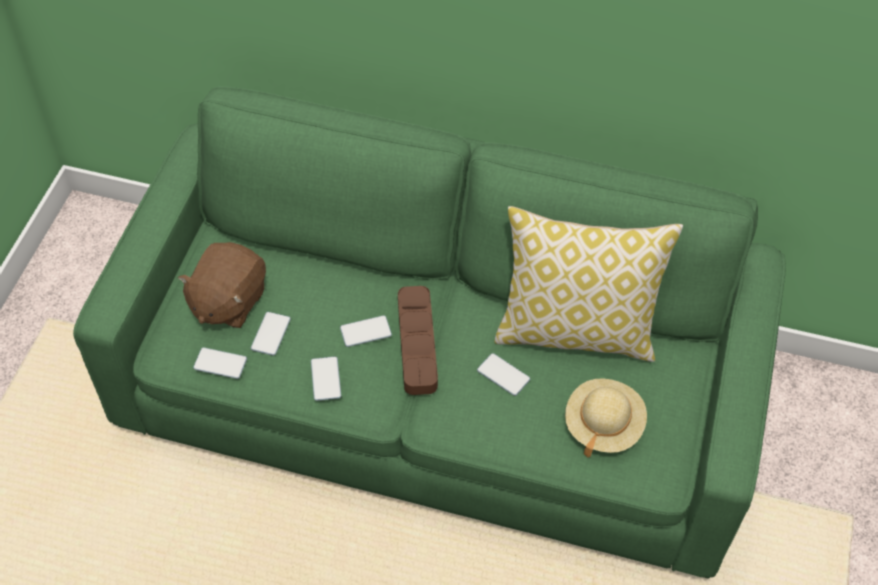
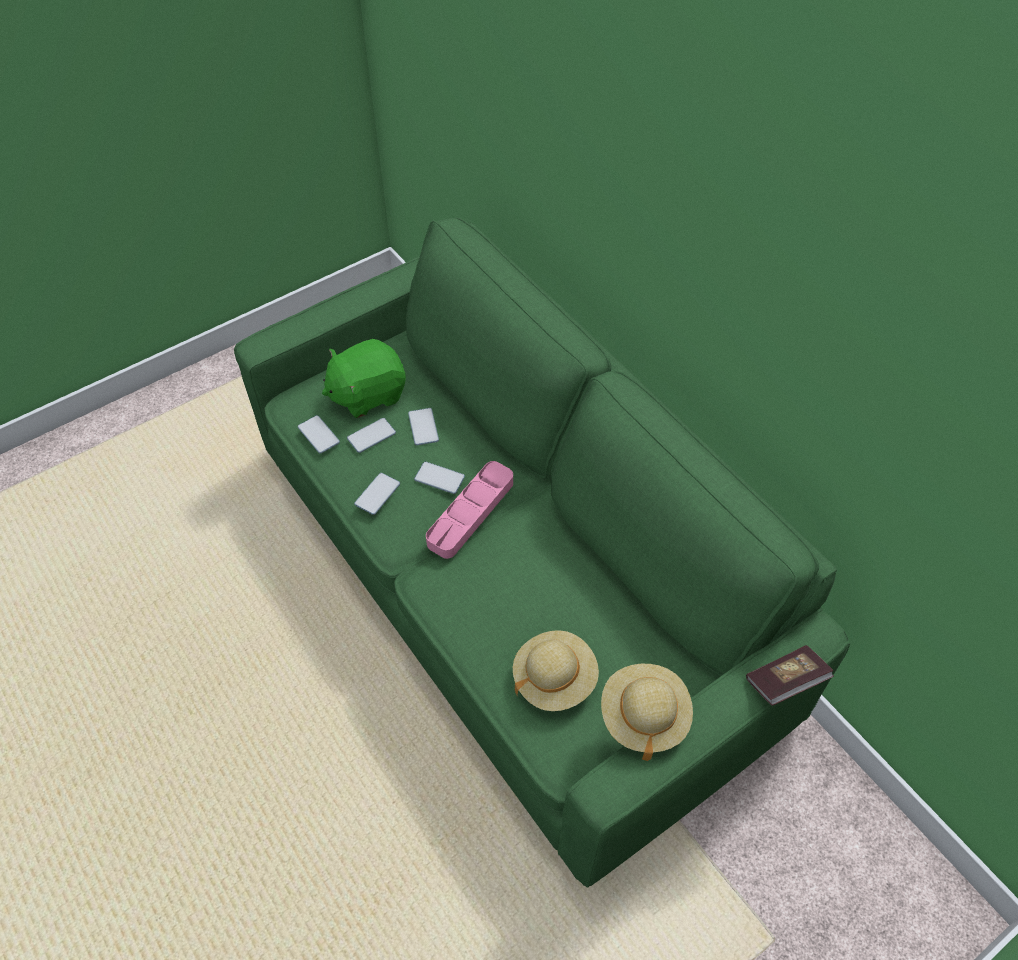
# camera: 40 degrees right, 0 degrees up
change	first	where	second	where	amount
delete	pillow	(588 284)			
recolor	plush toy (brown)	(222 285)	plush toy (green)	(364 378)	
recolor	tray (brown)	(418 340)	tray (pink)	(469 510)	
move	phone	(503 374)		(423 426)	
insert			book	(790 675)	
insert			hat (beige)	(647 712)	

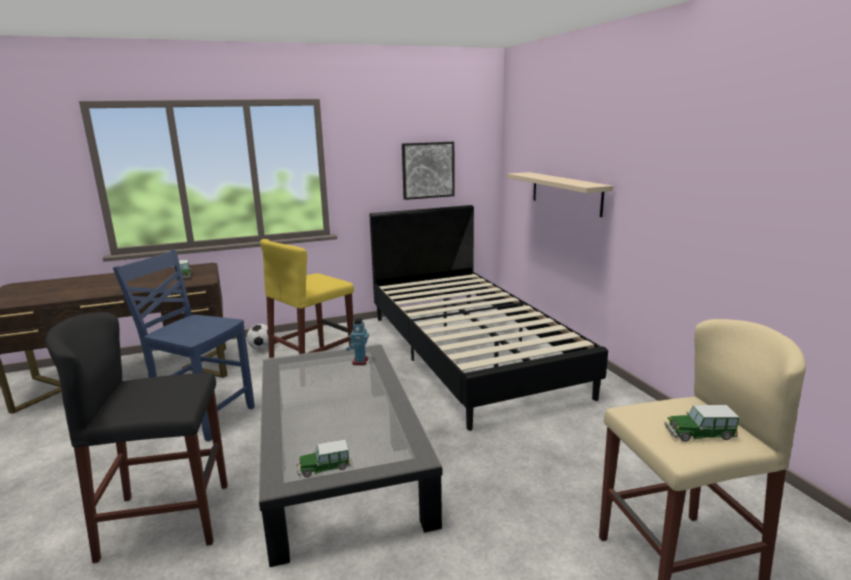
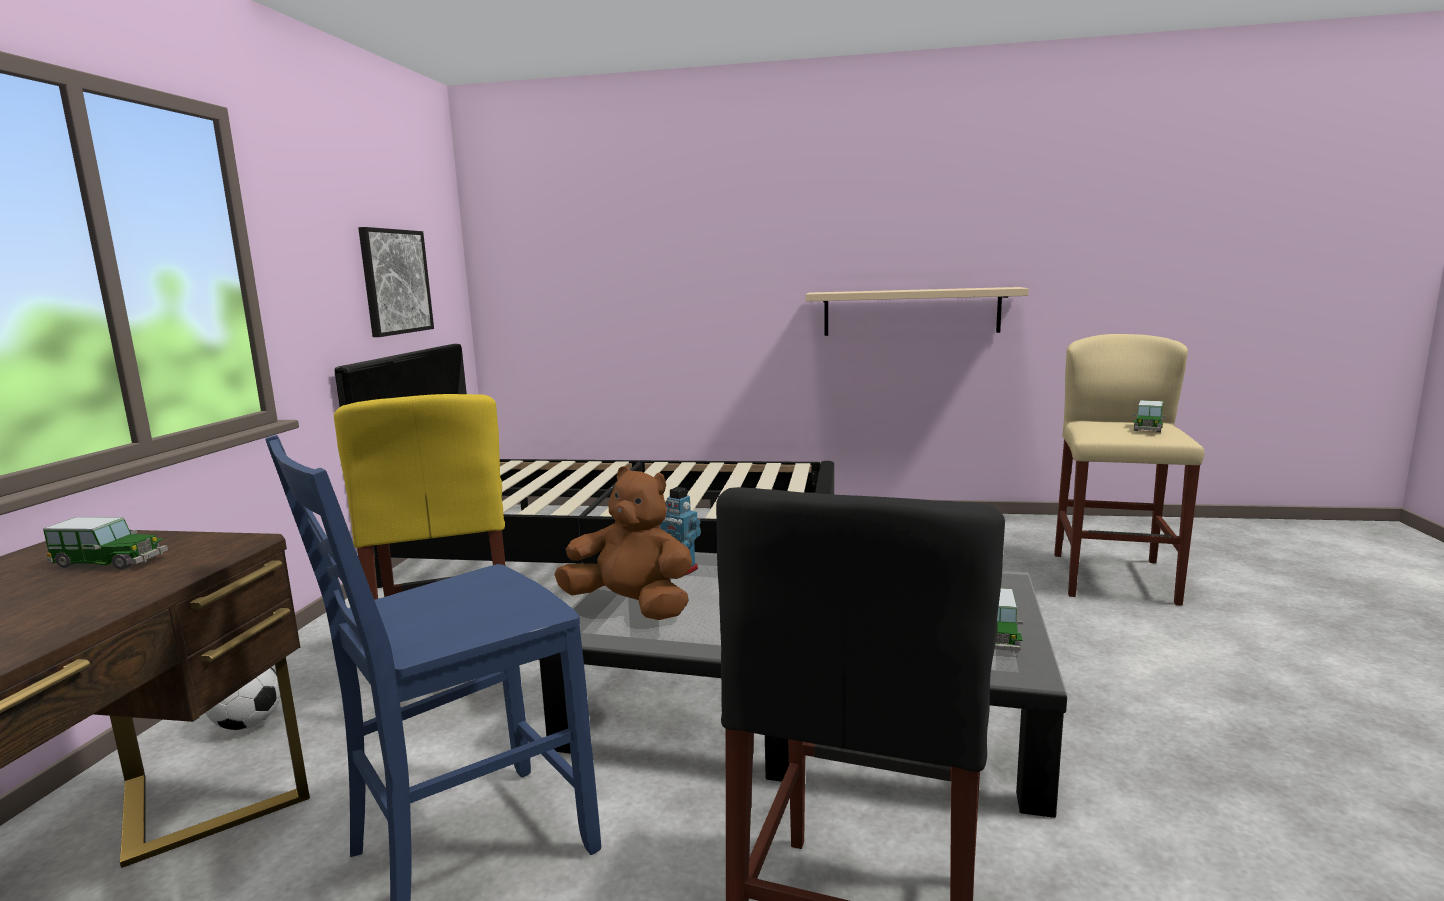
# camera: 60 degrees left, 5 degrees down
change	first	where	second	where	amount
move	shelf (beige)	(560 194)		(917 311)	
insert			plush toy (brown)	(623 543)	

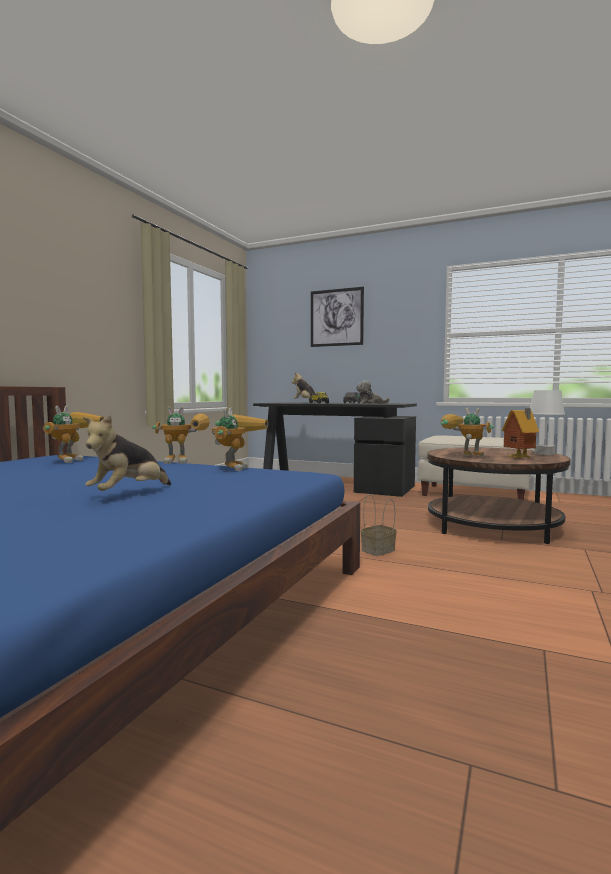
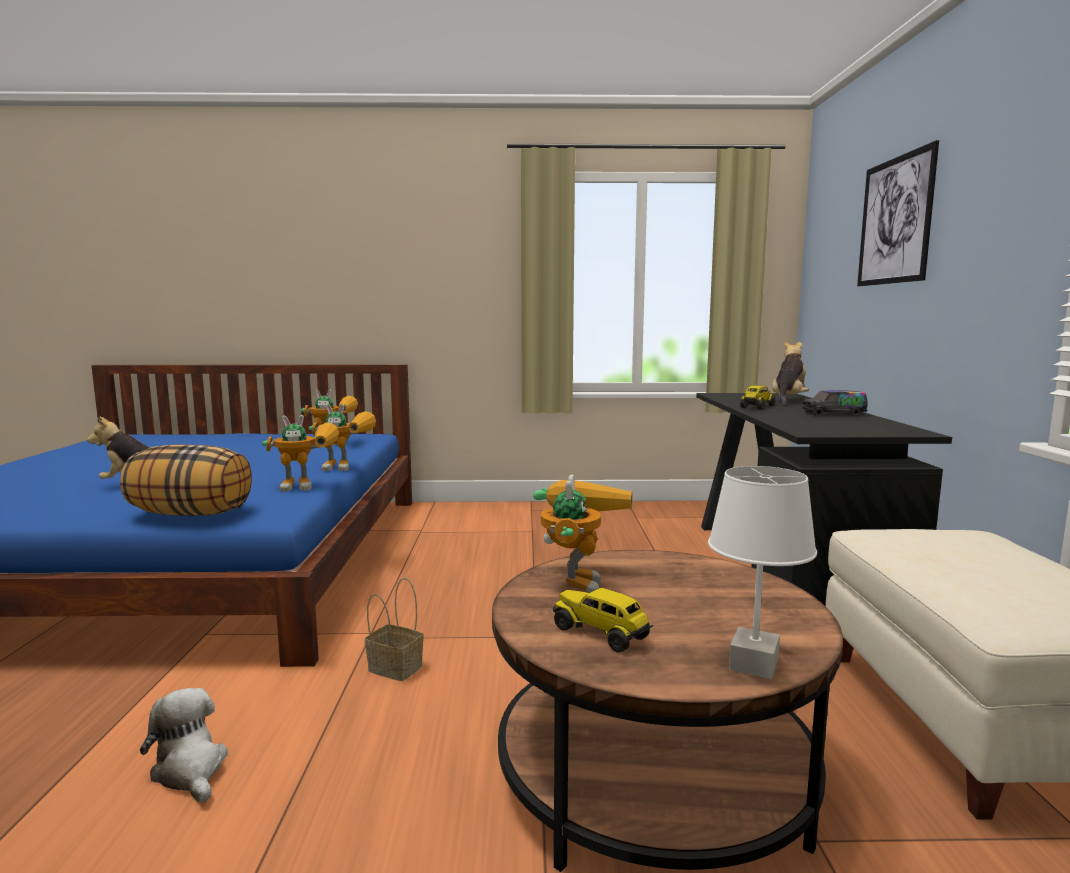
# camera: 65 degrees right, 5 degrees up
change	first	where	second	where	amount
move	plush toy	(373 392)		(184 745)	
rotate	toy robot	(181 435)		(342 437)	60 degrees counterclockwise
replace	toy house	(520 433)	toy truck	(603 620)	
insert			pillow	(186 480)	

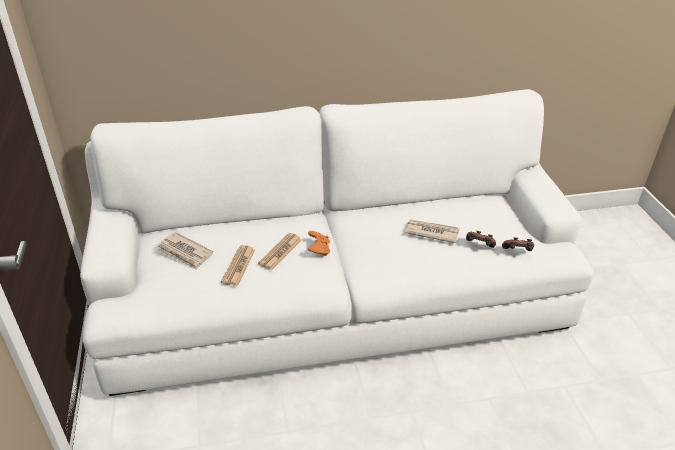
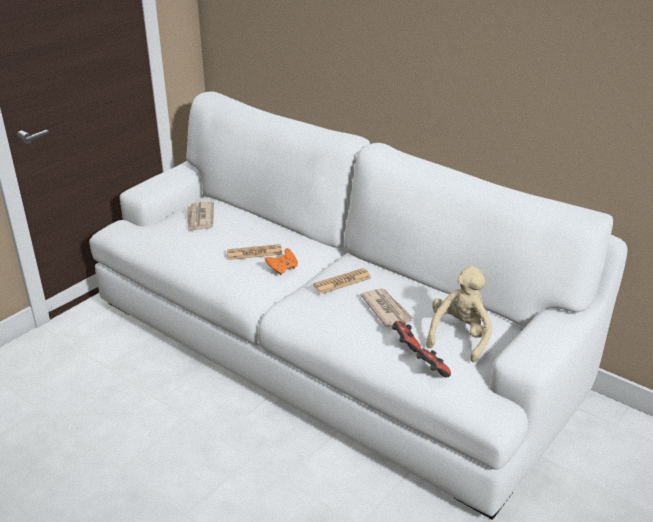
# camera: 50 degrees right, 5 degrees down
change	first	where	second	where	amount
move	newspaper	(238 265)		(342 281)	
insert			plush toy (beige)	(459 314)	

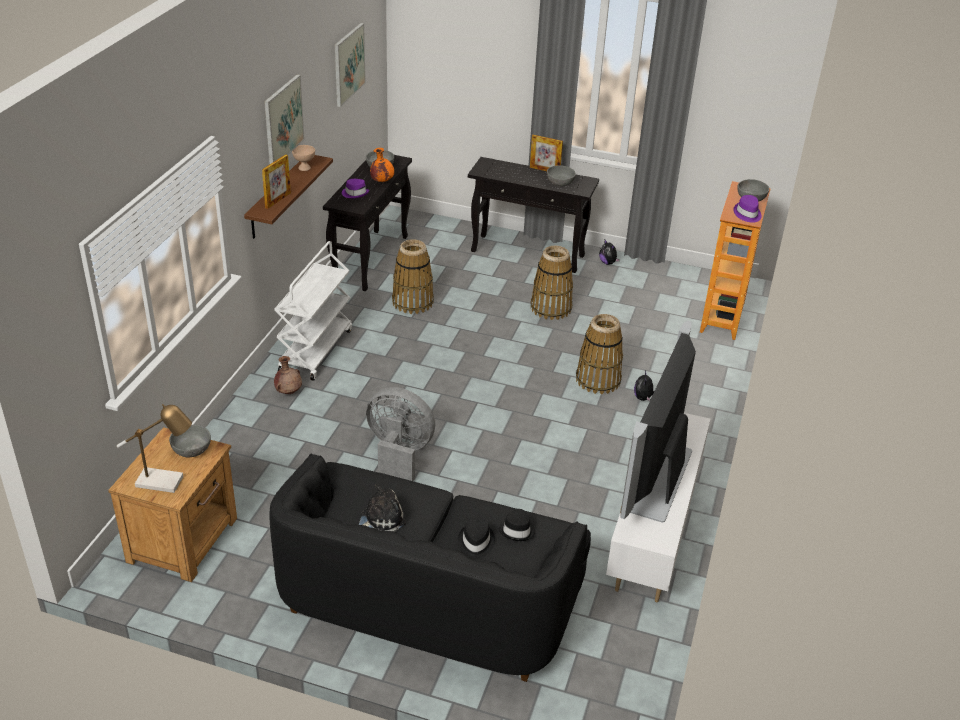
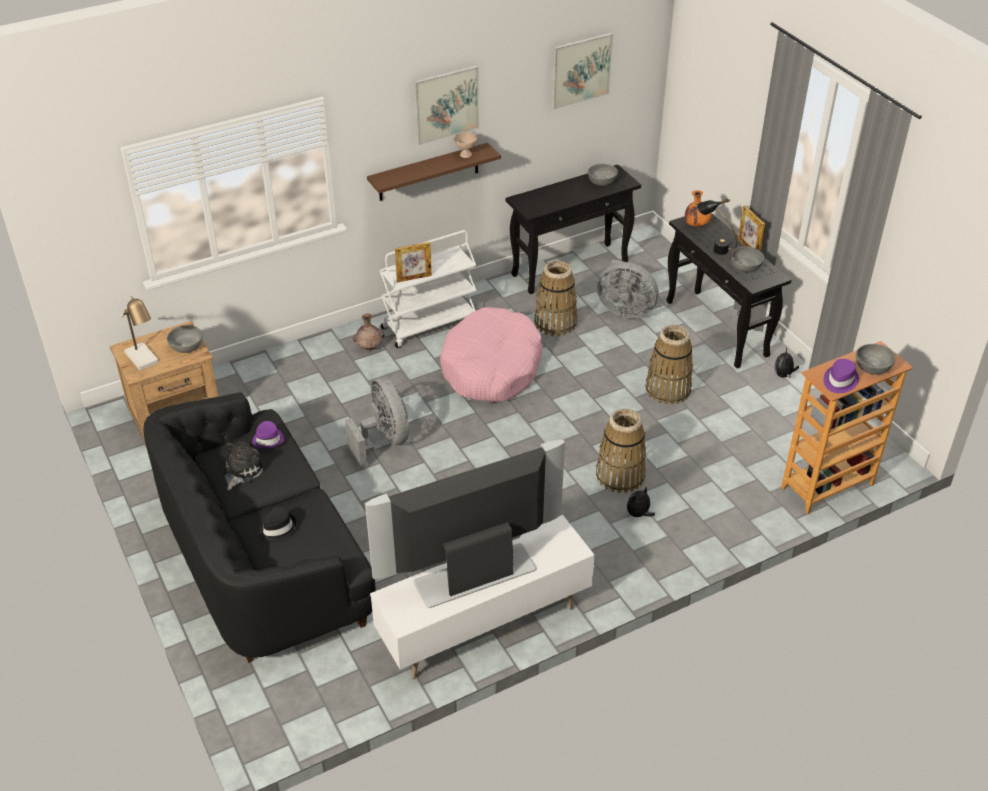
# camera: 45 degrees right, 5 degrees up
change	first	where	second	where	amount
move	vase (orange)	(382 165)		(698 208)	
move	picture frame	(276 181)		(413 262)	
move	hat (purple)	(355 188)		(268 434)	
rotate	plush toy	(382 507)		(244 465)	75 degrees counterclockwise
delete	hat (black)	(517 525)			
insert			table lamp (black)	(717 226)	
insert			fan (grey)	(628 288)	
insert			dog bed (pink)	(491 354)	

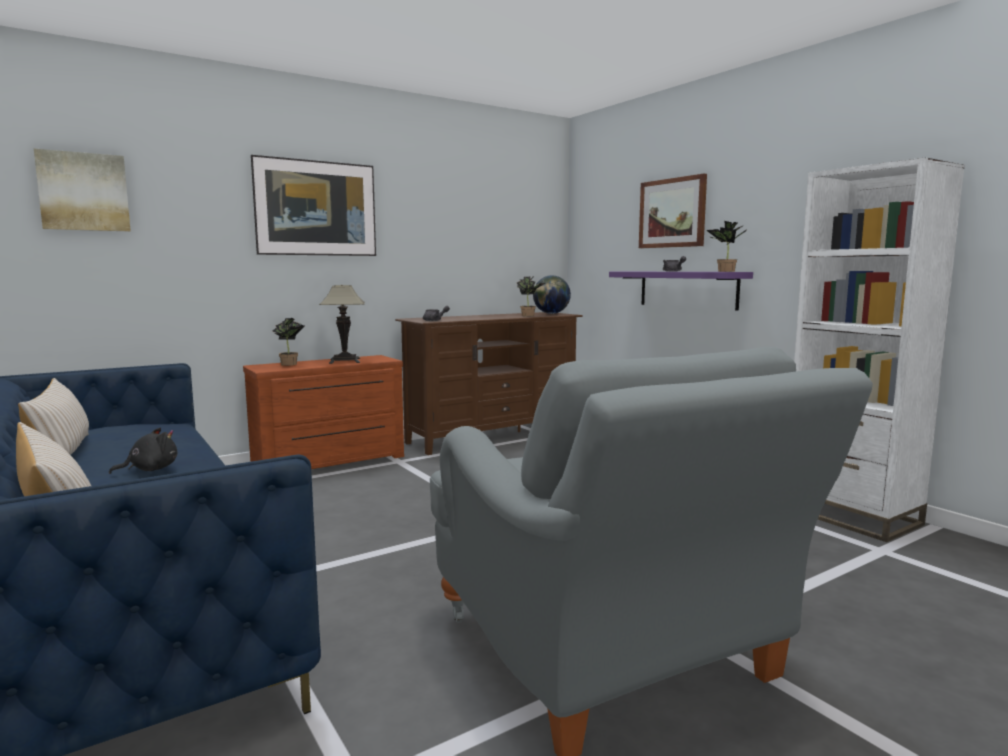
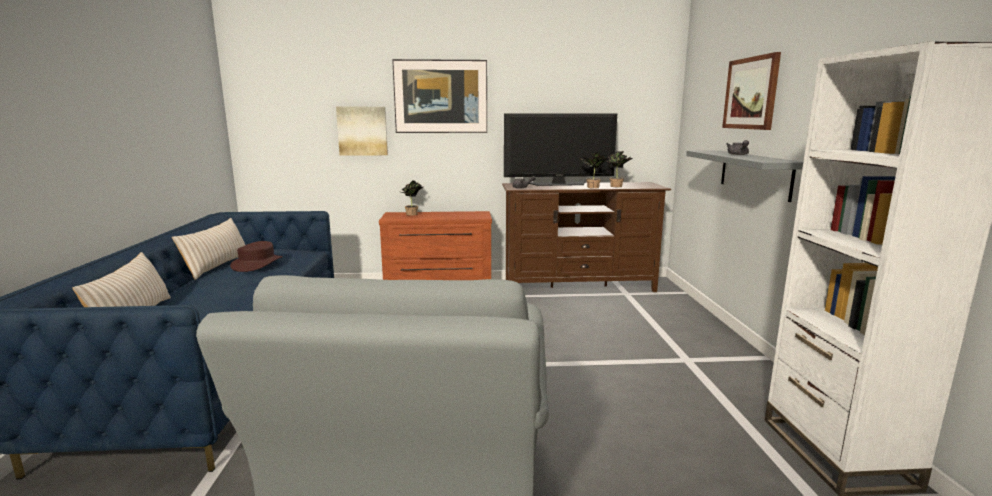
# camera: 30 degrees right, 5 degrees up
change	first	where	second	where	amount
move	picture	(82 190)		(362 131)	
move	potted plant	(726 246)		(594 170)	
recolor	shelf (purple)	(681 291)	shelf (grey)	(744 176)	
delete	globe	(552 294)			
delete	table lamp	(342 324)			
delete	plush toy (black)	(143 451)			
insert			television	(560 149)	
insert			hat (brown)	(256 256)	

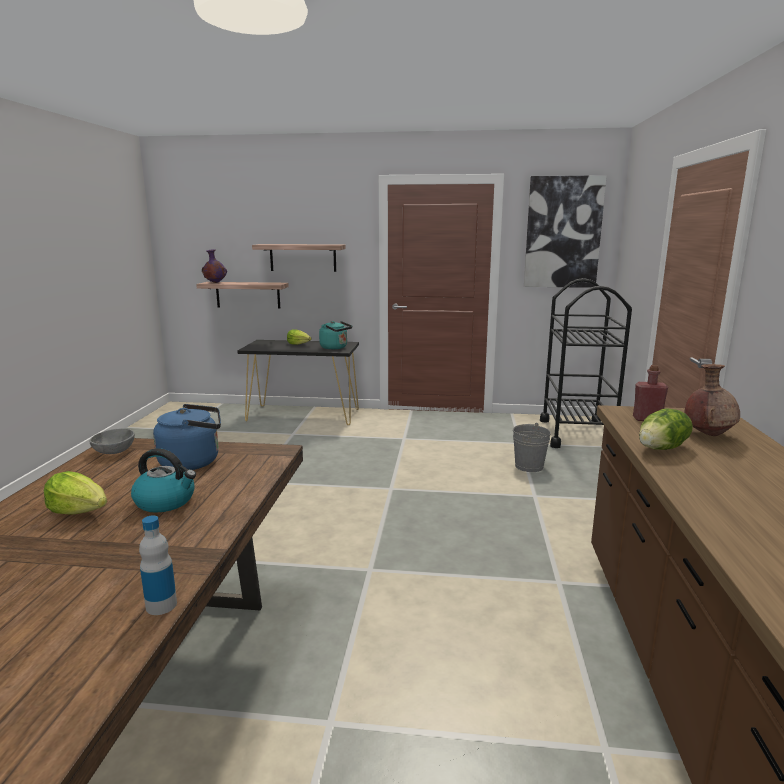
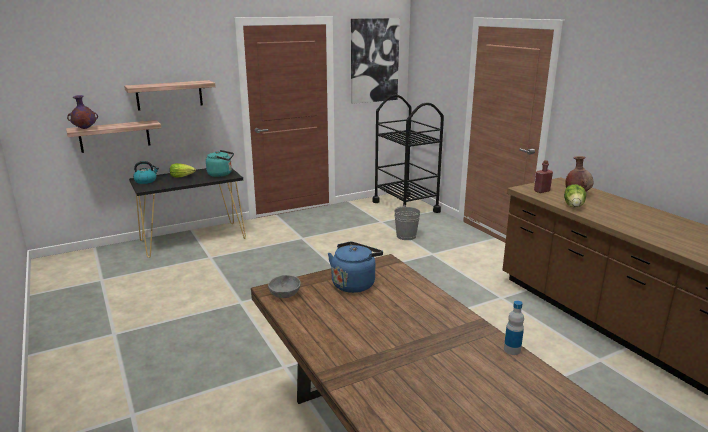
# camera: 35 degrees left, 5 degrees up
change	first	where	second	where	amount
move	kettle	(163 480)		(146 172)	
delete	lettuce	(75 493)			

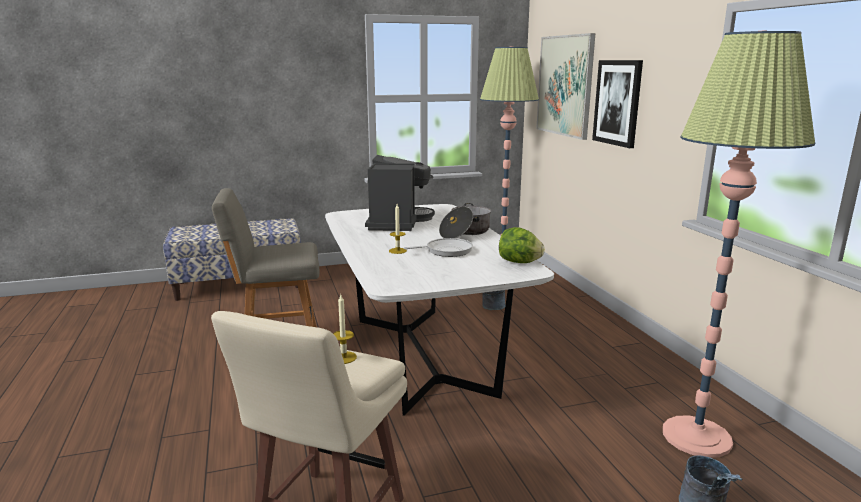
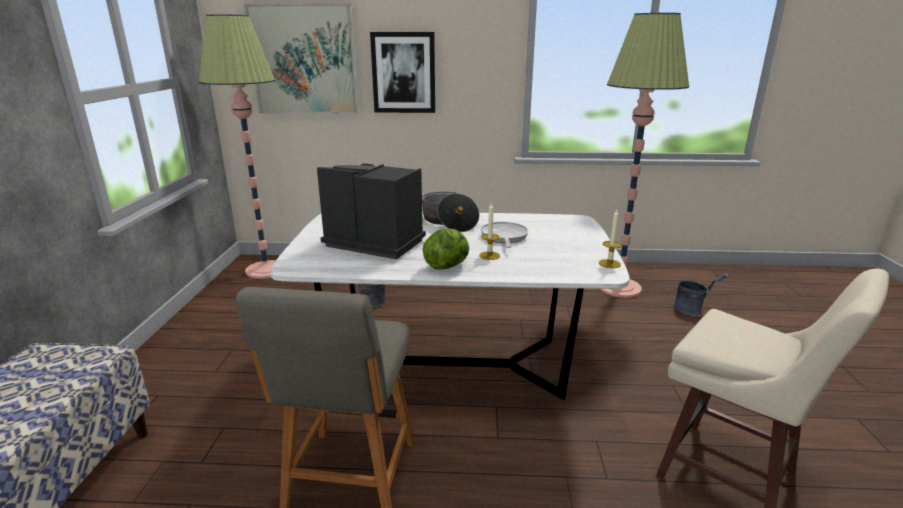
# camera: 70 degrees left, 5 degrees up
change	first	where	second	where	amount
move	lettuce	(522 245)		(446 249)	
move	candle	(345 329)		(610 239)	

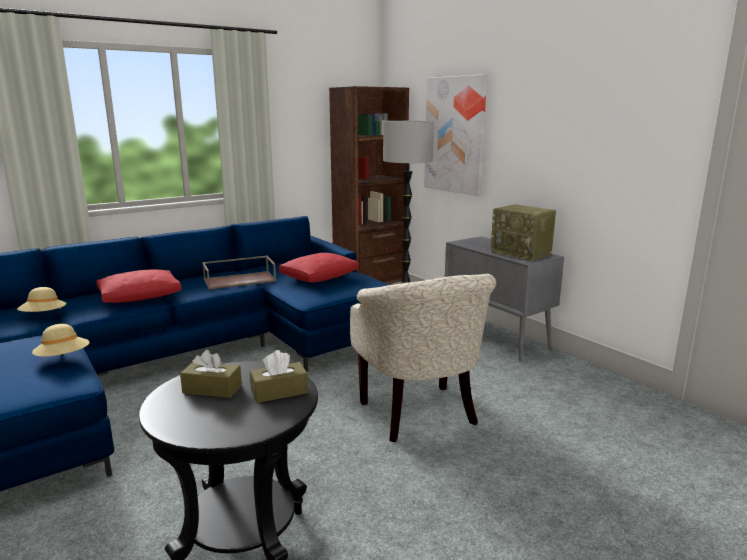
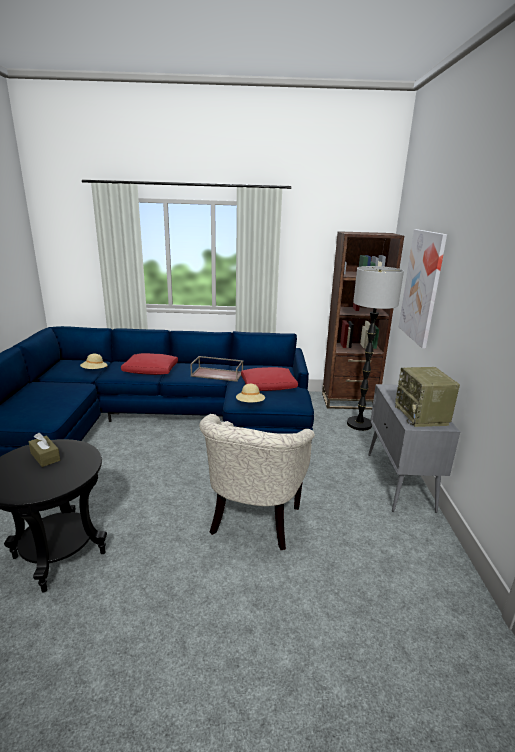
# camera: 35 degrees right, 5 degrees up
change	first	where	second	where	amount
move	hat (beige)	(60 340)		(250 393)	
delete	tissue box (brown)	(279 376)			

